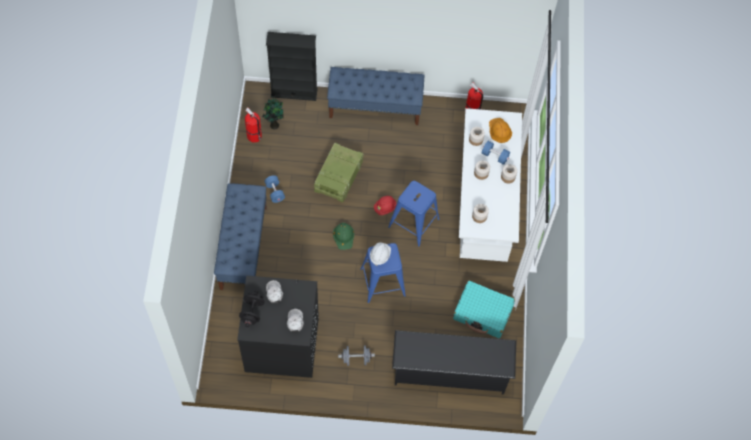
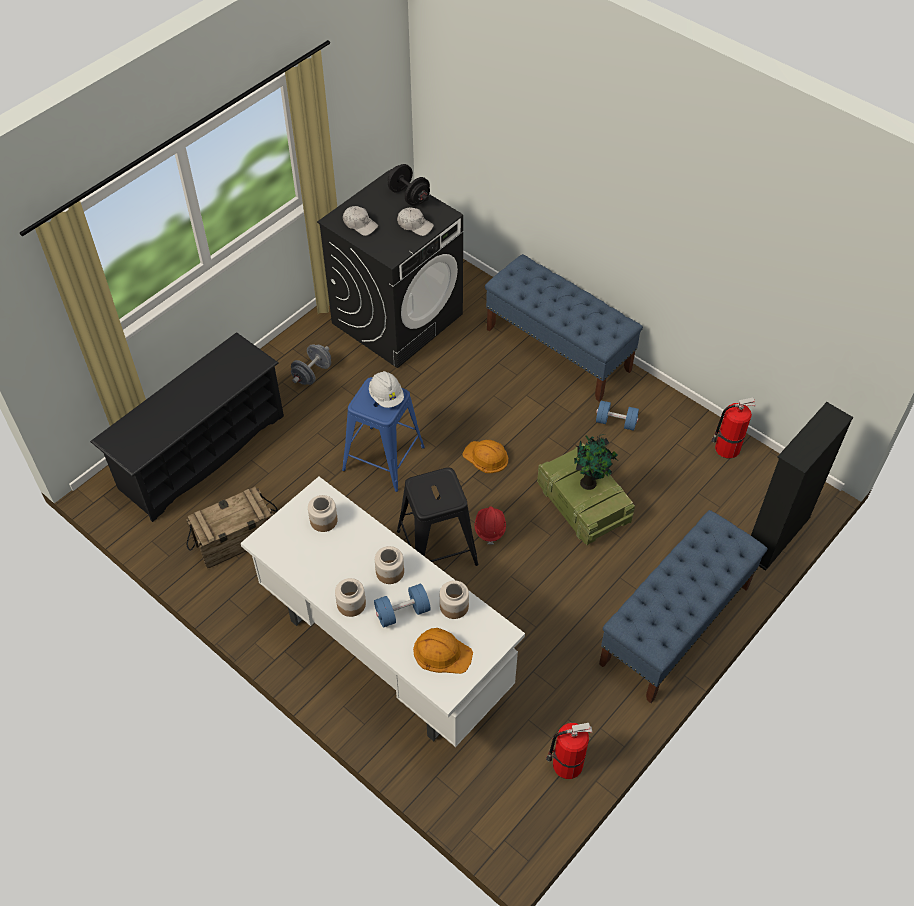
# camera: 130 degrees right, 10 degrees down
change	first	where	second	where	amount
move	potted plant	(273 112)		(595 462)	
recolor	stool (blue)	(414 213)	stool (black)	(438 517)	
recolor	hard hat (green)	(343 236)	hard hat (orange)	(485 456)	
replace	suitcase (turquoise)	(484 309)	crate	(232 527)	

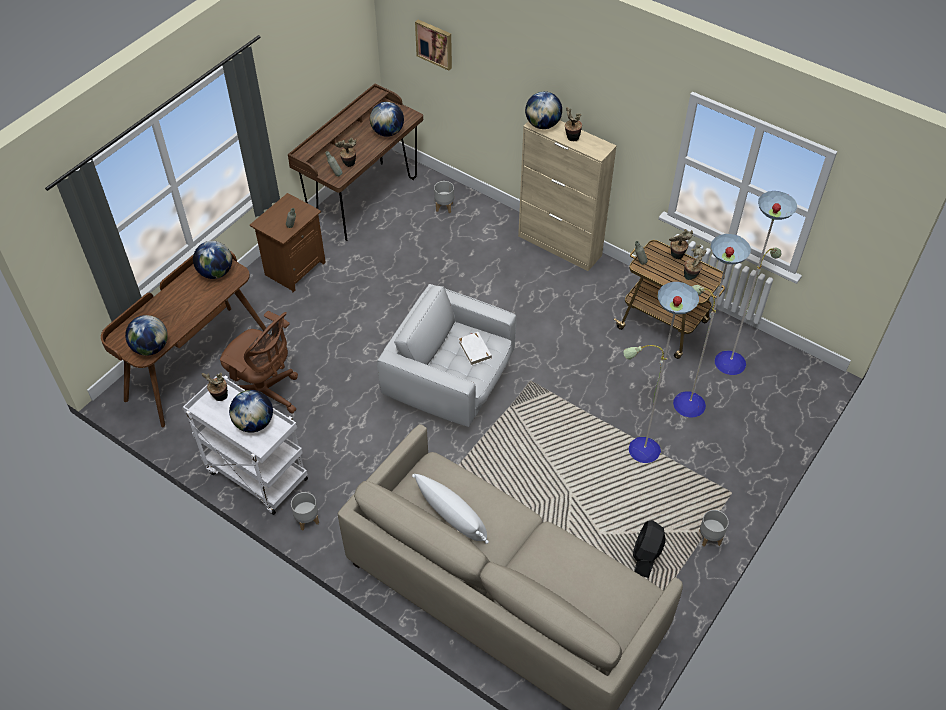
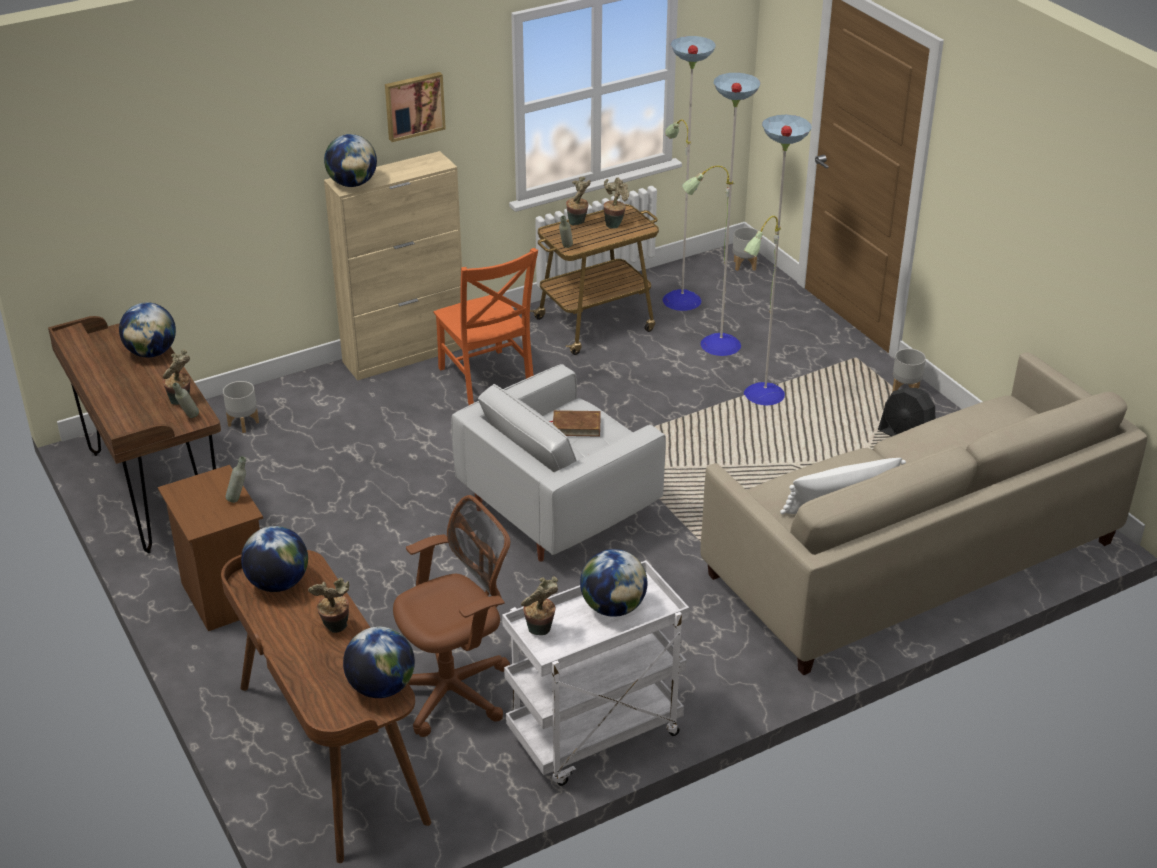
# camera: 65 degrees left, 15 degrees down
change	first	where	second	where	amount
move	picture	(433 45)		(415 107)	
move	potted plant	(573 124)		(328 605)	
recolor	book (white)	(475 349)	book (brown)	(575 423)	
move	planter (grey)	(305 511)		(746 249)	
insert			chair (orange)	(485 326)	

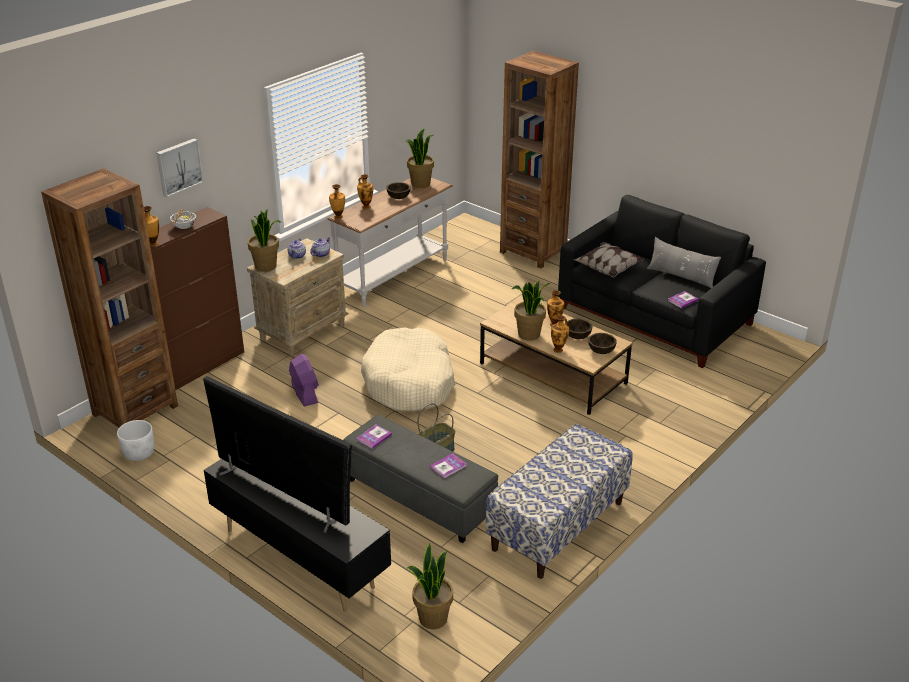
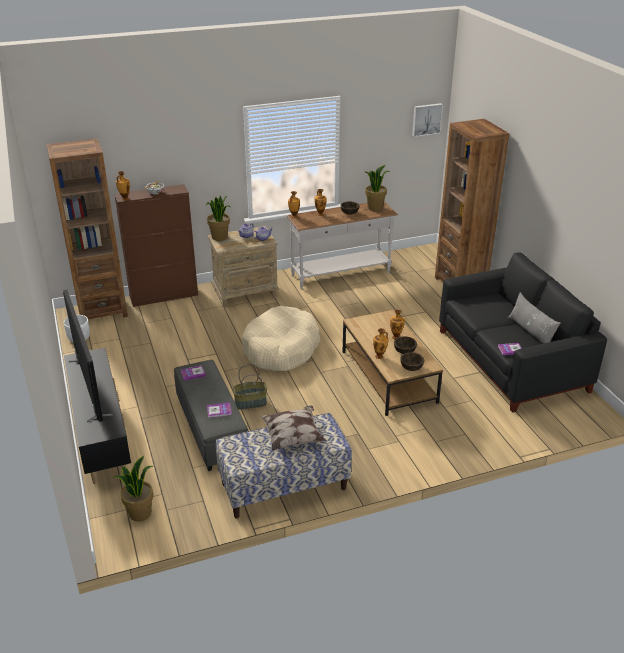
# camera: 30 degrees right, 0 degrees up
change	first	where	second	where	amount
move	picture	(180 168)		(427 120)	
move	pillow	(609 260)		(293 428)	
delete	potted plant	(531 310)			
delete	fan (purple)	(304 380)			

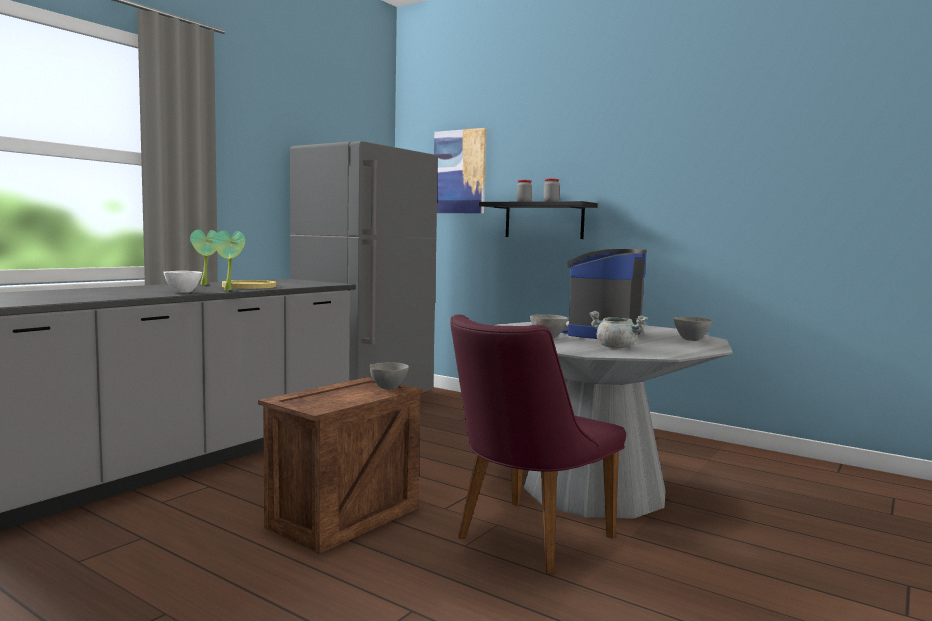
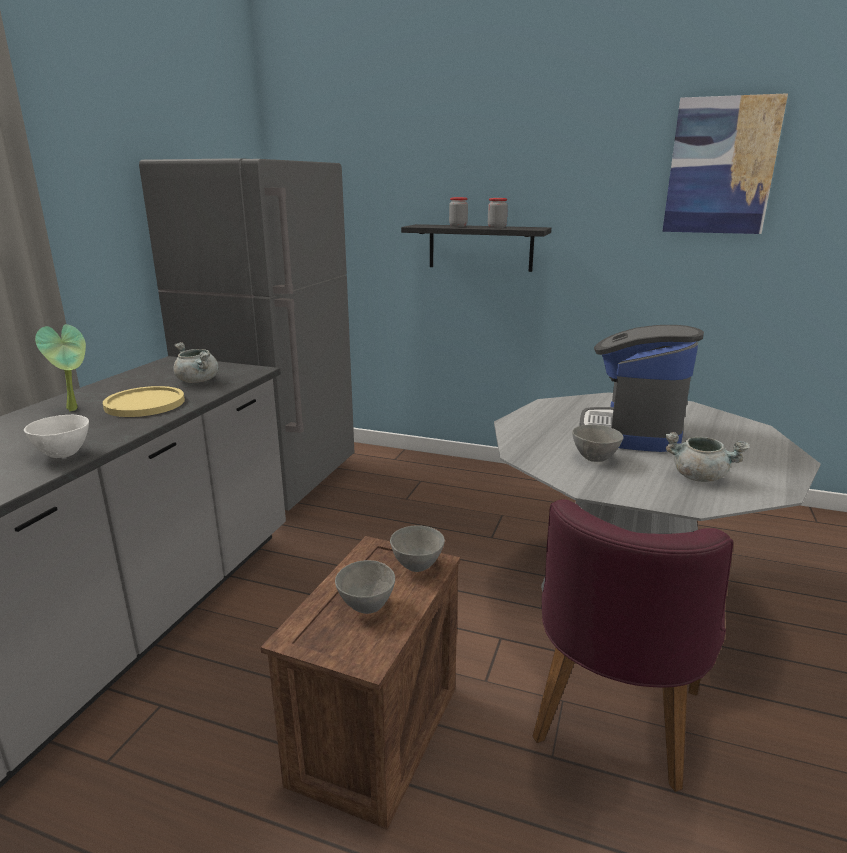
# camera: 15 degrees left, 15 degrees up
change	first	where	second	where	amount
move	picture	(460 170)		(725 163)	
delete	potted plant	(229 260)			
move	bowl (grey)	(692 329)		(365 587)	
insert			cooking pot (grey)	(195 362)	

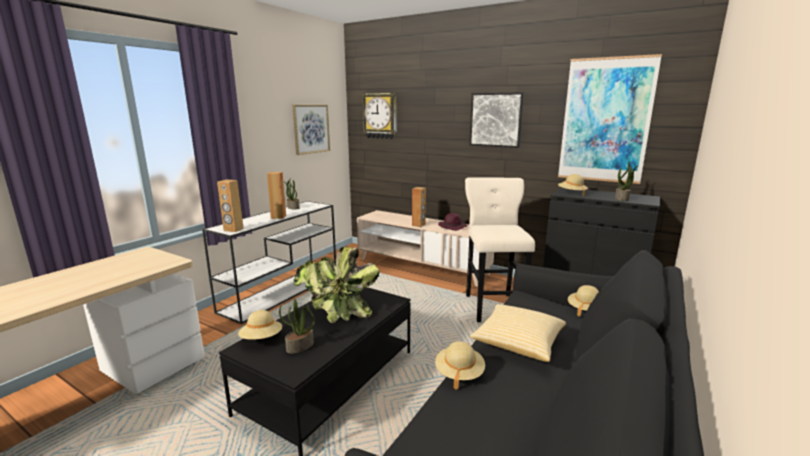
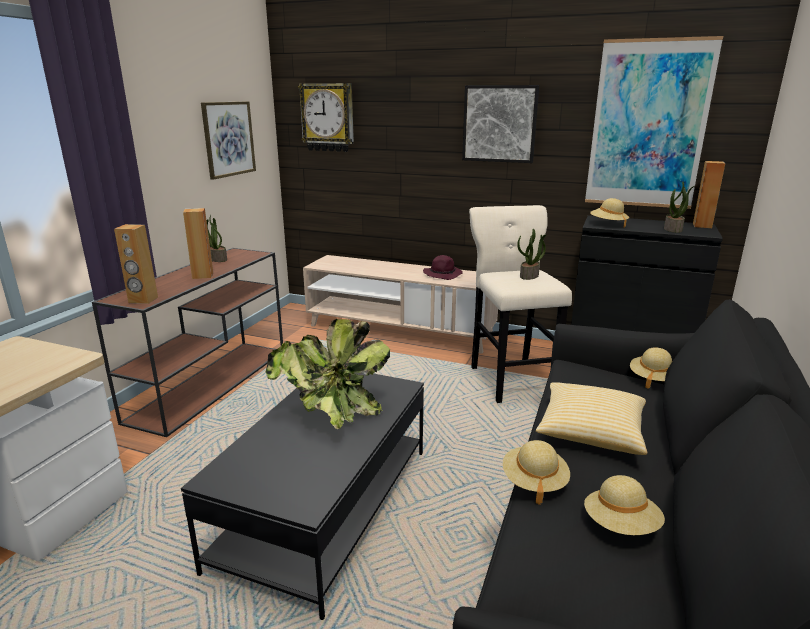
# camera: 10 degrees left, 5 degrees up
change	first	where	second	where	amount
move	speaker (brown)	(419 207)		(709 194)	
recolor	console table (white)	(269 262)	console table (brown)	(187 342)	
move	potted plant	(297 326)		(532 254)	
move	hat (beige)	(260 325)		(624 505)	

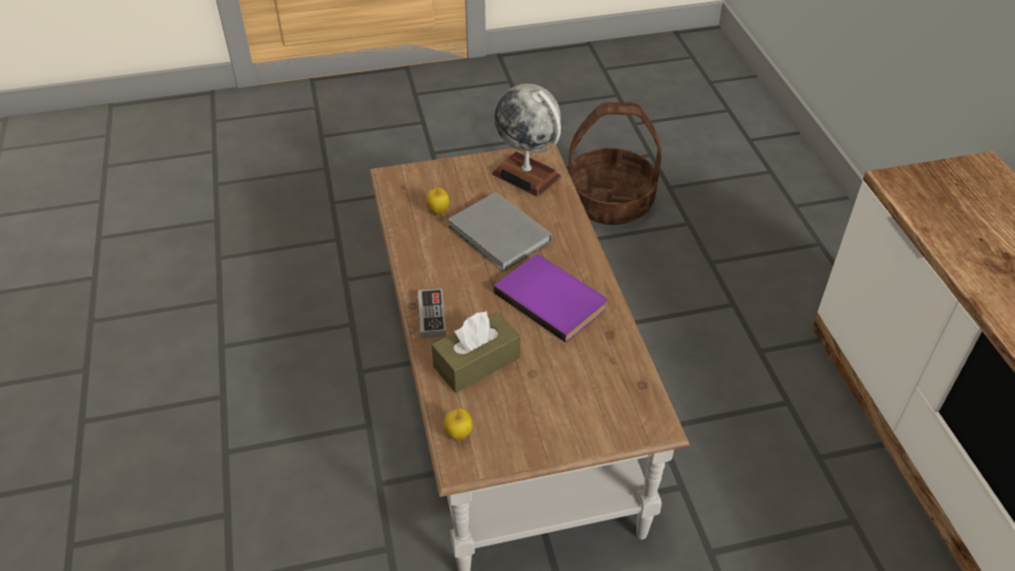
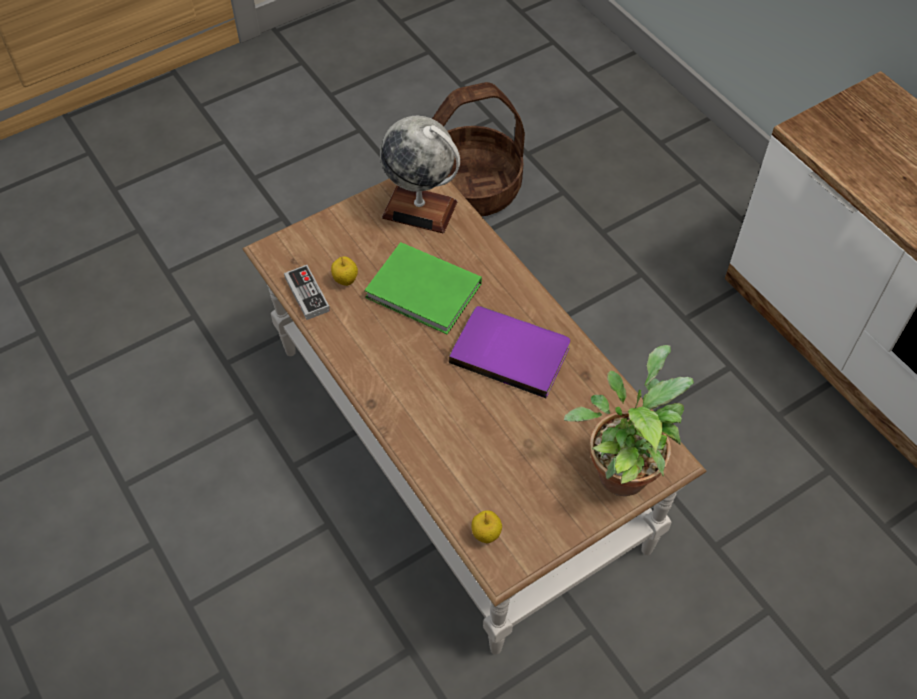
# camera: 20 degrees left, 10 degrees up
change	first	where	second	where	amount
recolor	book (grey)	(500 231)	book (green)	(423 288)	
move	game controller	(432 313)		(307 292)	
delete	tissue box (brown)	(475 352)			
insert			potted plant	(629 420)	

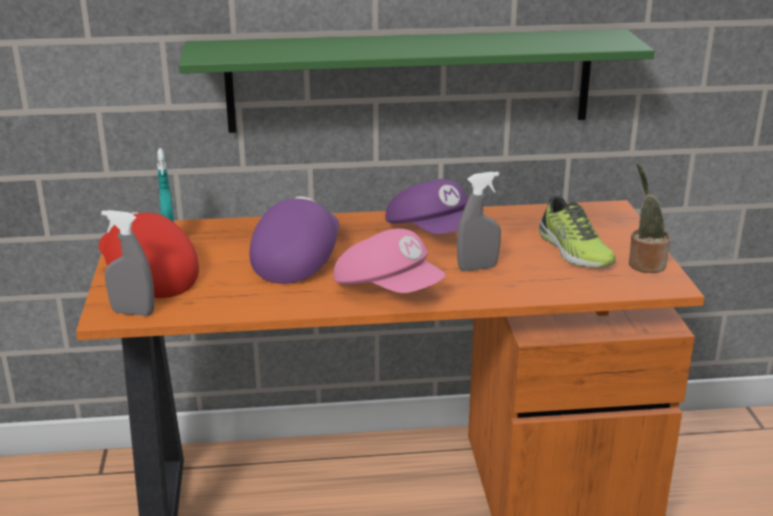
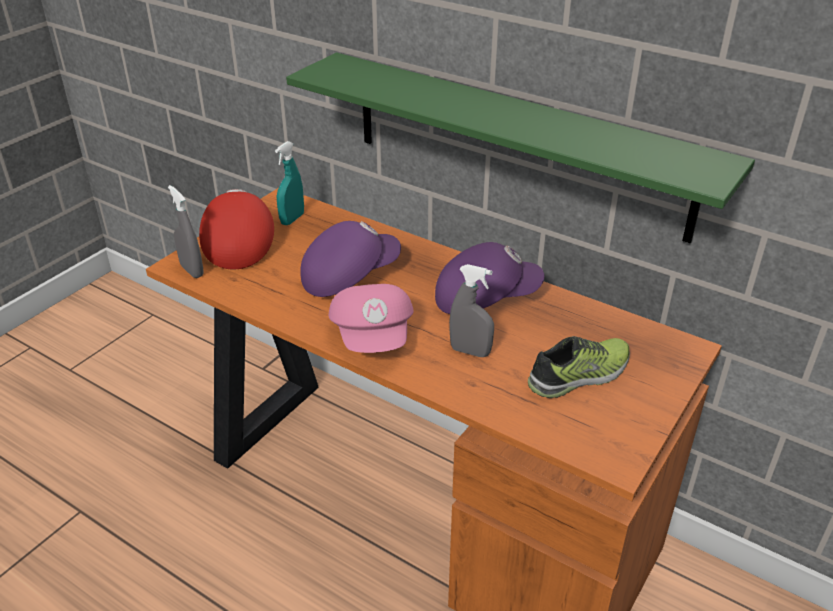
# camera: 40 degrees right, 10 degrees up
change	first	where	second	where	amount
delete	potted plant	(649 218)			
rotate	cap (purple)	(426 206)		(489 278)	105 degrees counterclockwise
rotate	shoe	(577 231)		(579 367)	135 degrees counterclockwise

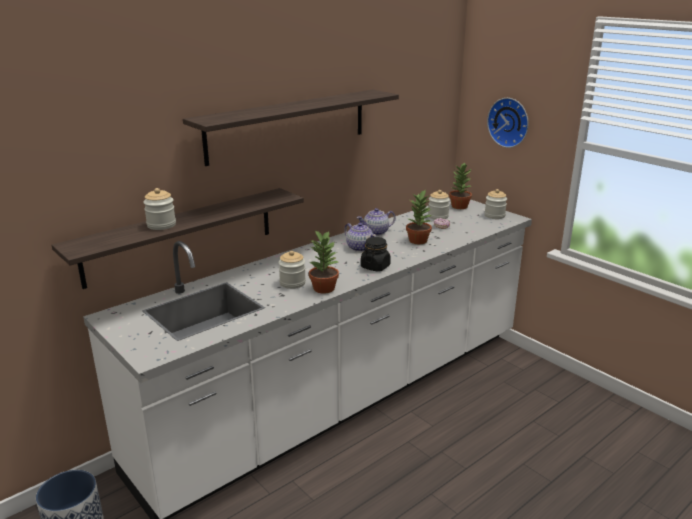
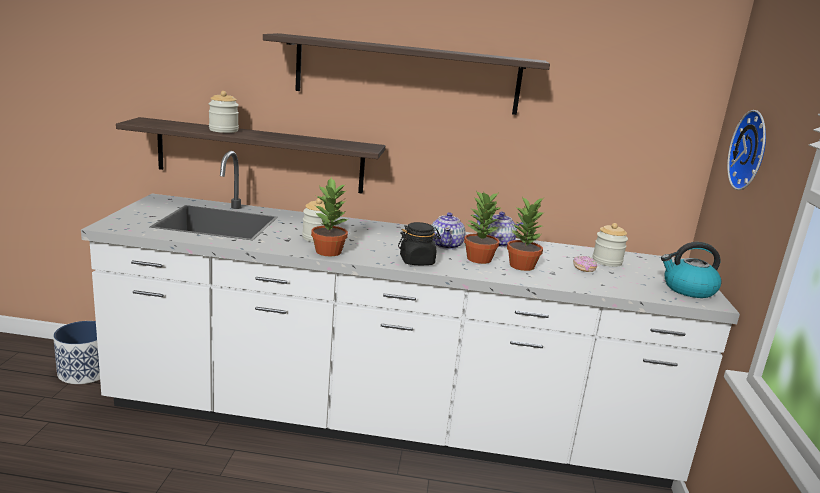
# camera: 45 degrees right, 5 degrees down
change	first	where	second	where	amount
move	potted plant	(460 185)		(482 227)	
replace	jar	(496 204)	kettle	(691 270)	

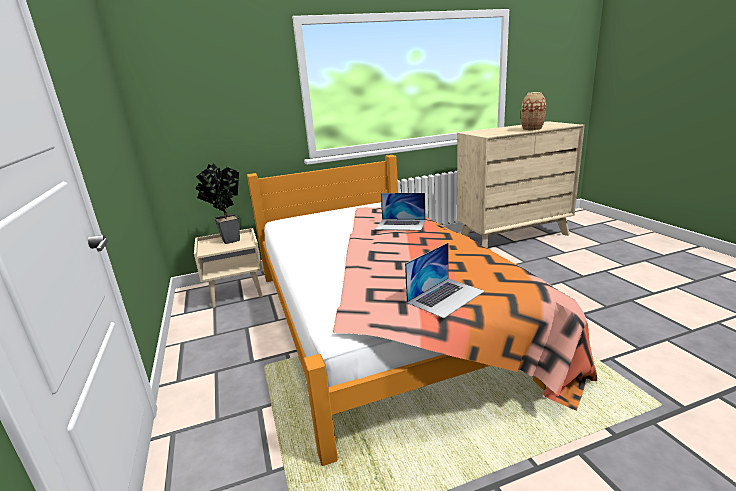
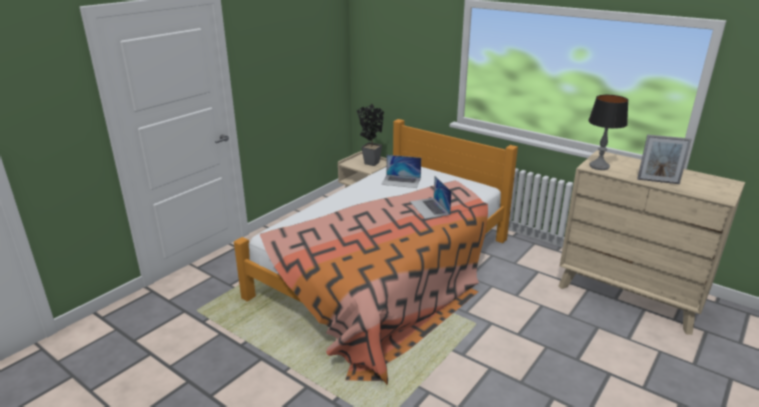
# camera: 55 degrees right, 5 degrees up
change	first	where	second	where	amount
replace	vase	(533 111)	picture frame	(664 159)	
move	laptop	(445 281)		(401 171)	
insert			table lamp	(608 132)	

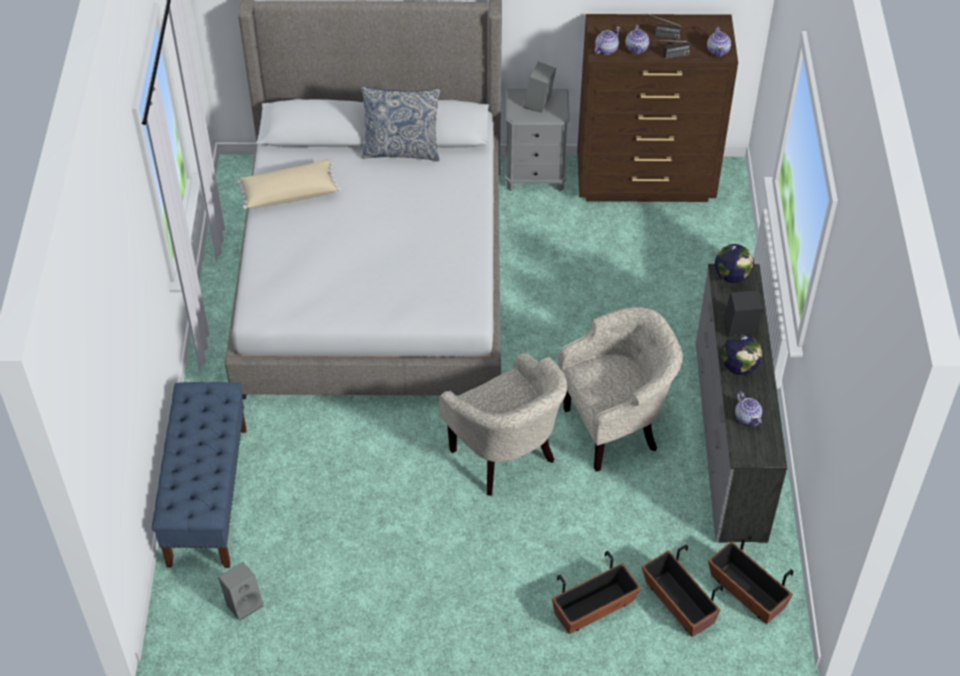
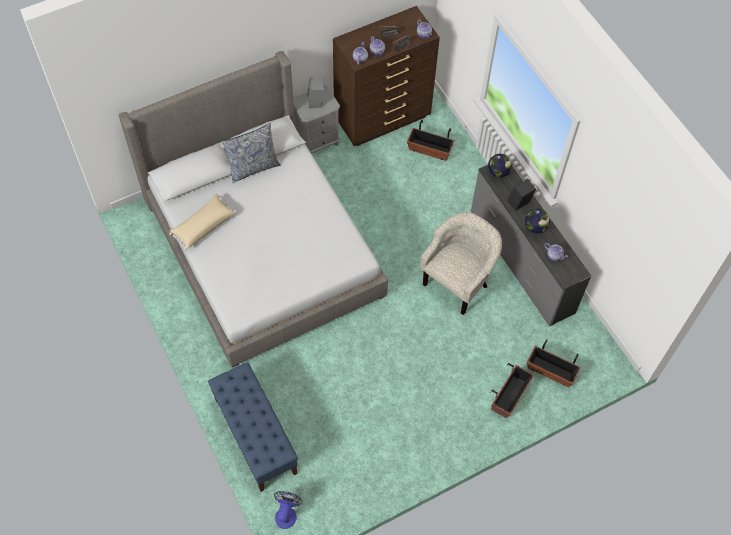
# camera: 30 degrees left, 10 degrees up
change	first	where	second	where	amount
delete	armchair (beige)	(503 424)			
move	planter	(751 578)		(431 140)	
delete	speaker (grey)	(241 591)			
insert			fan	(288 510)	

